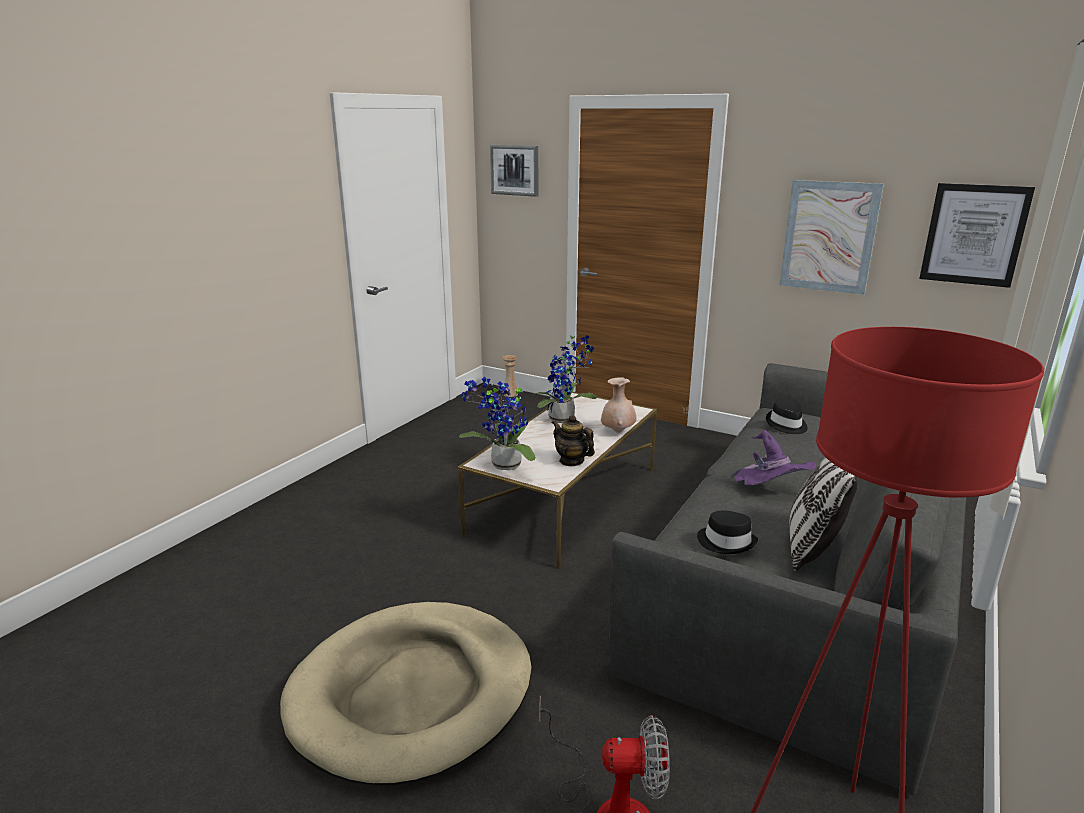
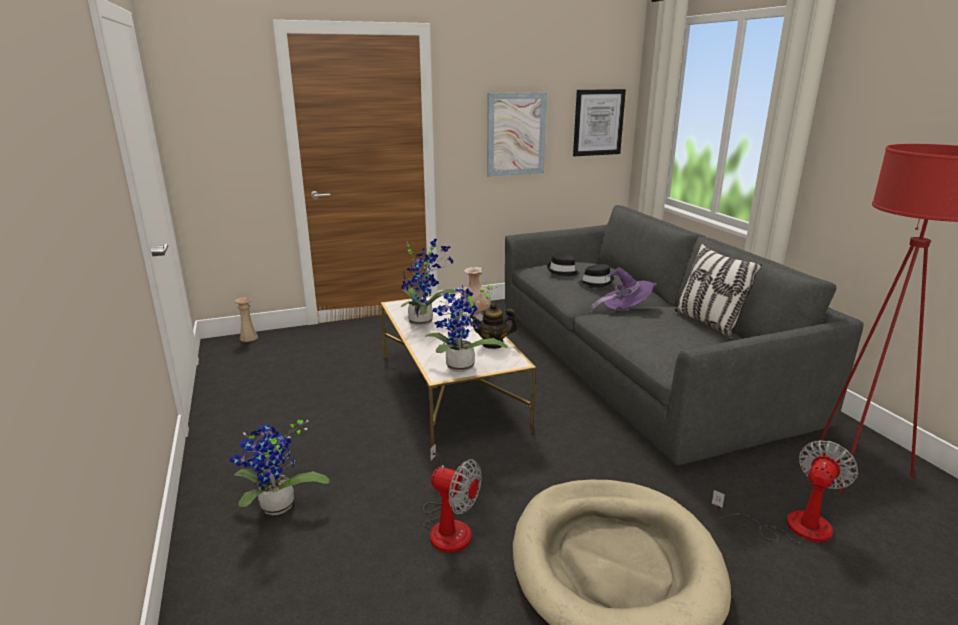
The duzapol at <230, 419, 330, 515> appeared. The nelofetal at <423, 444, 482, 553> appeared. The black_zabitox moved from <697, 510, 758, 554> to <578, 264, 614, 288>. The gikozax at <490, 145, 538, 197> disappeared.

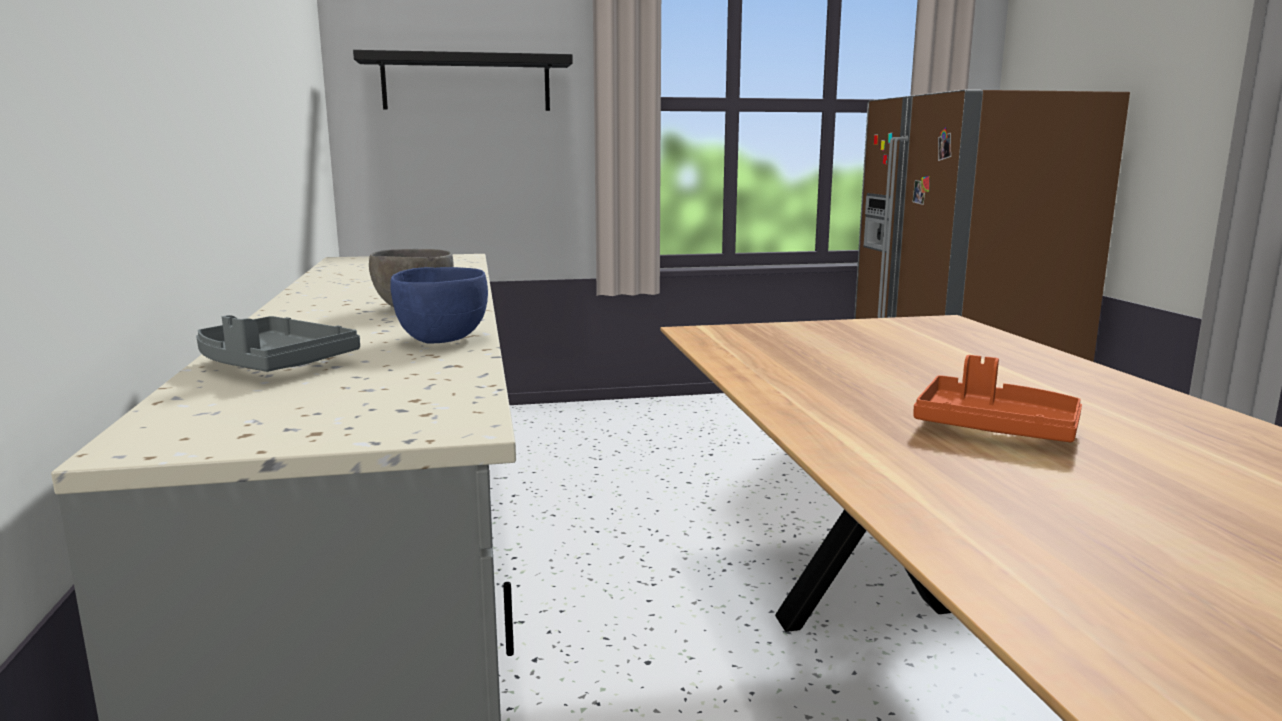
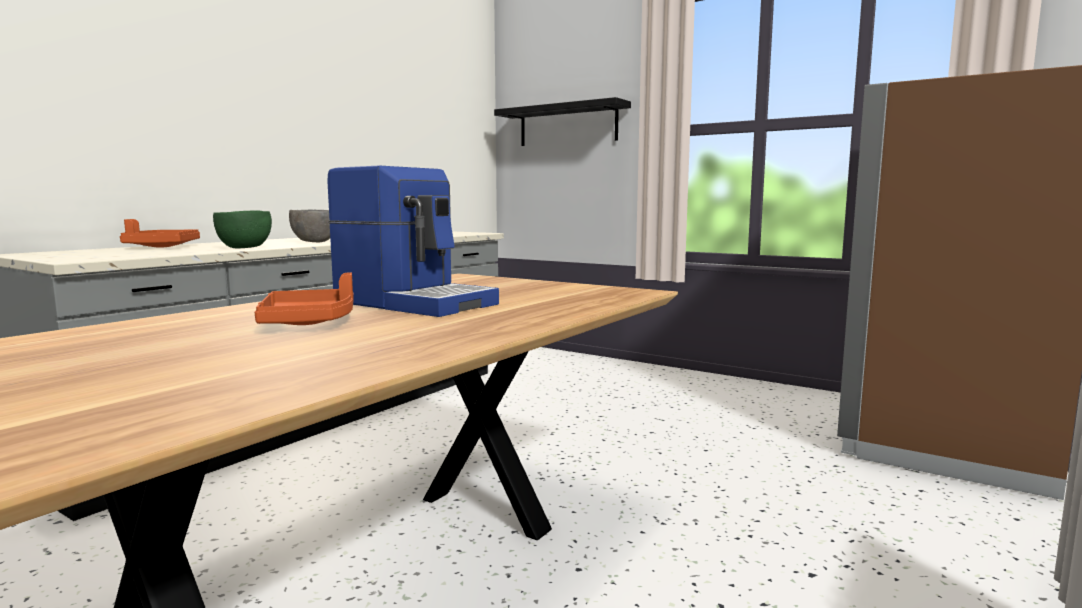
The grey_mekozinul at <196, 315, 360, 372> became the orange_mekozinul at <120, 219, 200, 247>. The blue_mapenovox at <390, 267, 488, 343> became the green_mapenovox at <213, 211, 272, 248>. The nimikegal at <327, 166, 499, 317> appeared.

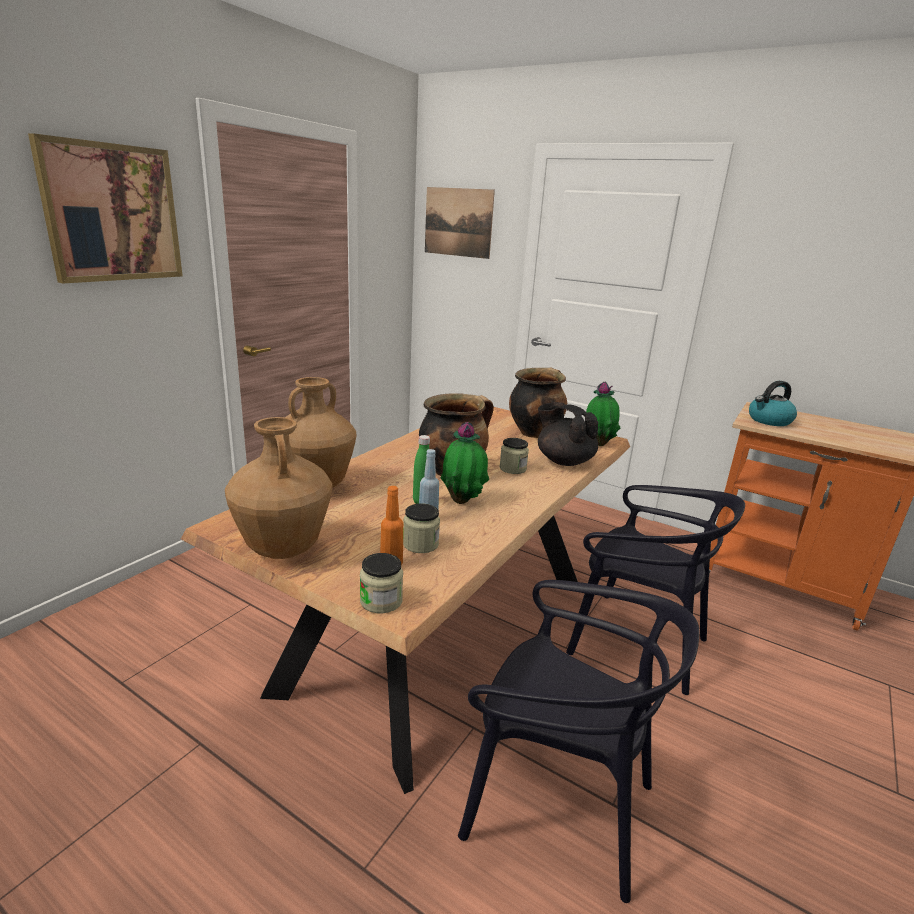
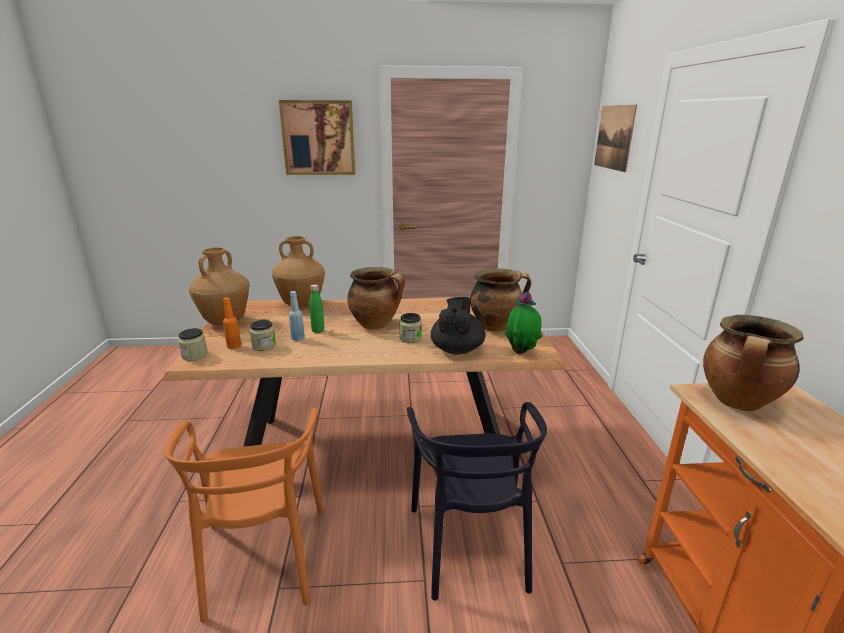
The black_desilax at <458, 580, 700, 903> became the orange_desilax at <165, 408, 324, 623>. The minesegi at <749, 381, 797, 426> was replaced by the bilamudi at <703, 315, 803, 411>. The duzapol at <441, 422, 489, 504> disappeared.

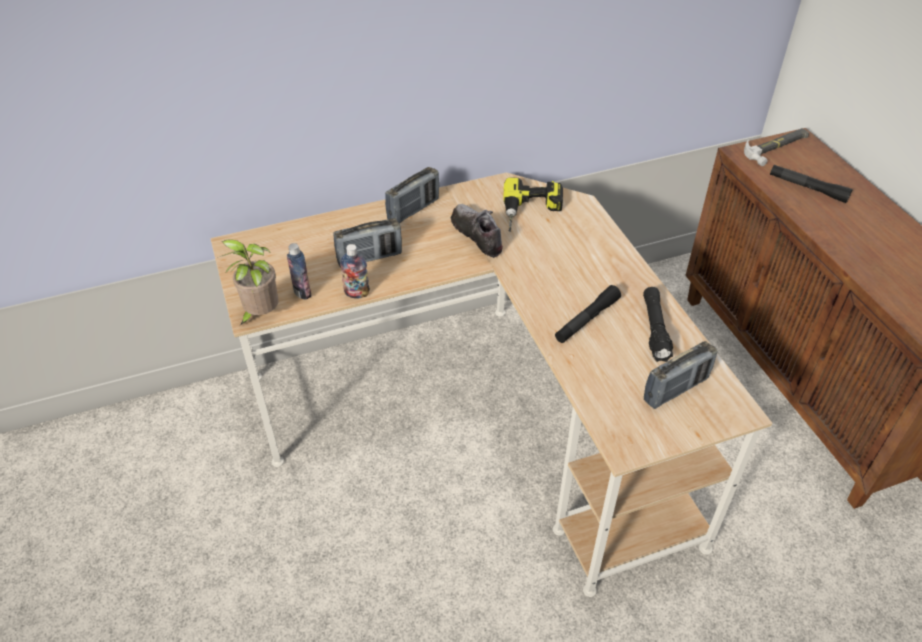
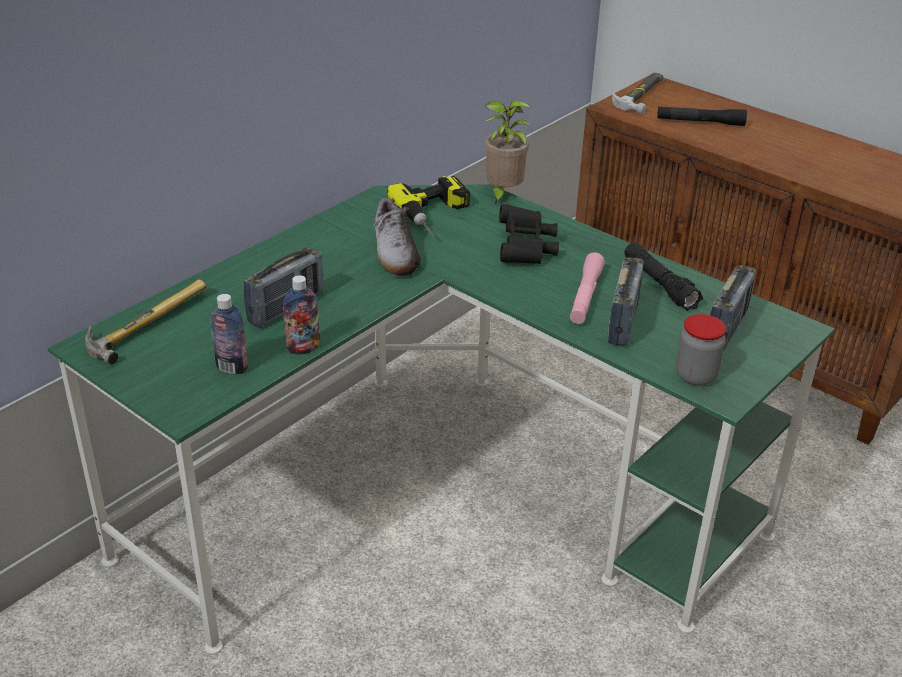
The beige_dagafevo at <210, 173, 772, 597> became the green_dagafevo at <48, 184, 835, 654>. The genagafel at <85, 279, 207, 365> appeared. The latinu at <451, 204, 503, 258> turned 135 degrees counterclockwise. The duzapol moved from <217, 239, 279, 325> to <484, 100, 532, 204>. The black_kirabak at <499, 204, 559, 264> appeared. The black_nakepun at <555, 285, 621, 343> became the pink_nakepun at <570, 252, 605, 324>. The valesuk moved from <385, 167, 439, 223> to <608, 257, 644, 346>. The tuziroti at <676, 314, 726, 386> appeared.

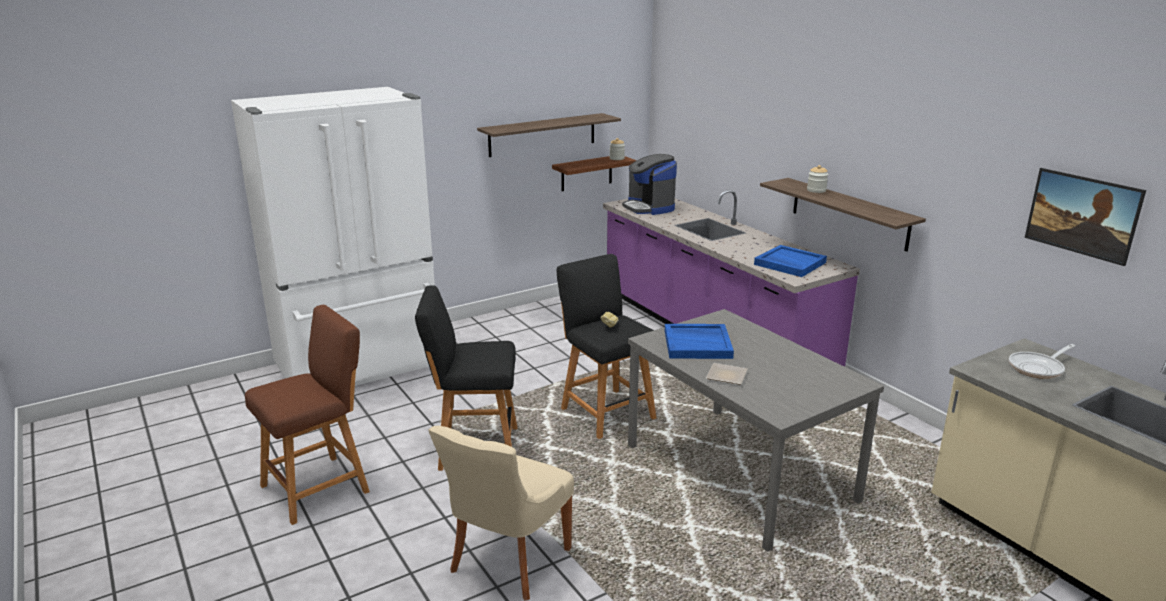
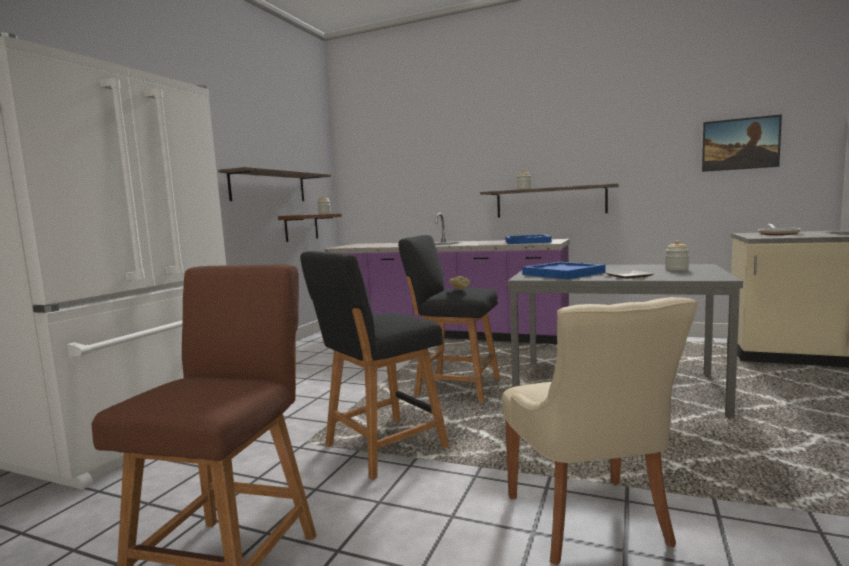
The tuziroti at <665, 241, 689, 271> appeared. The nimikegal at <622, 154, 677, 215> disappeared.

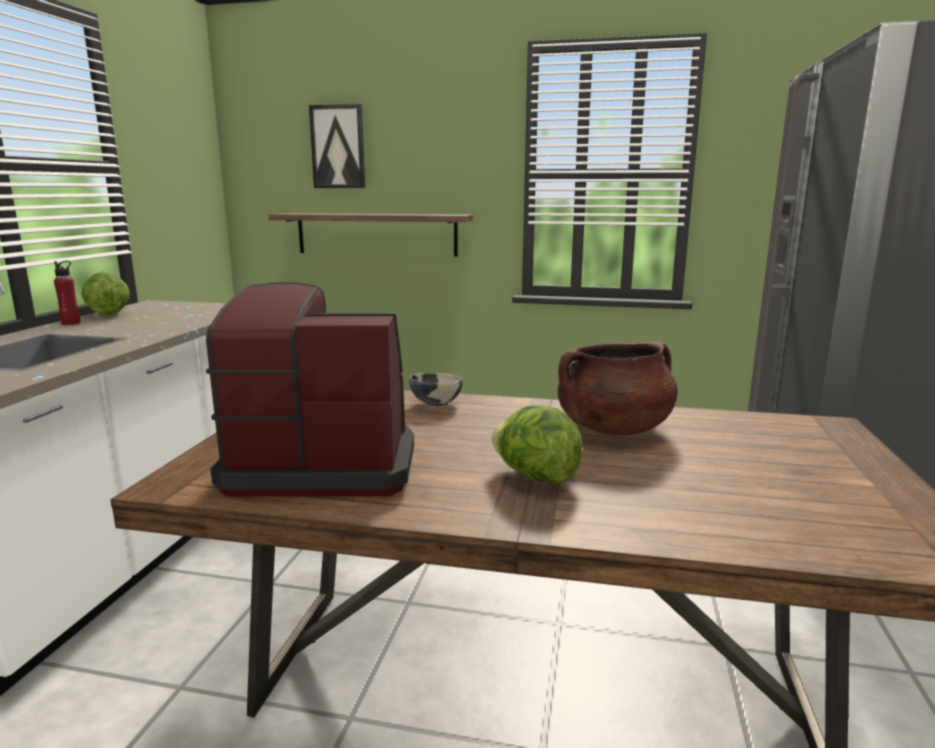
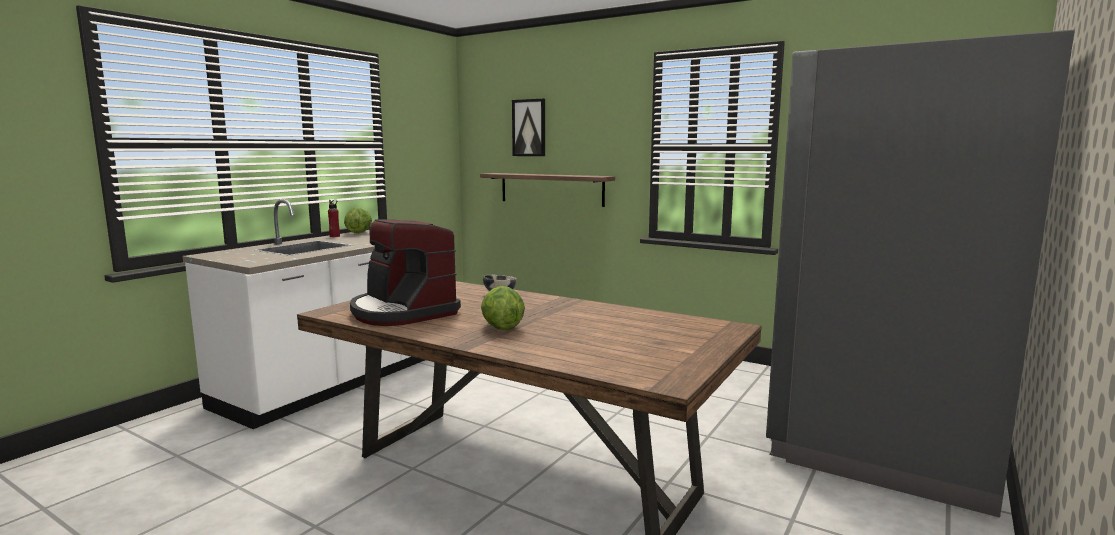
The nimikegal at <206, 282, 414, 497> turned 150 degrees counterclockwise. The brown_bilamudi at <558, 342, 678, 435> disappeared.

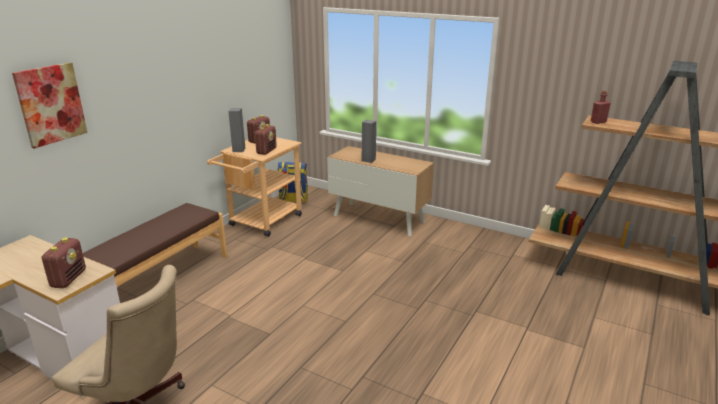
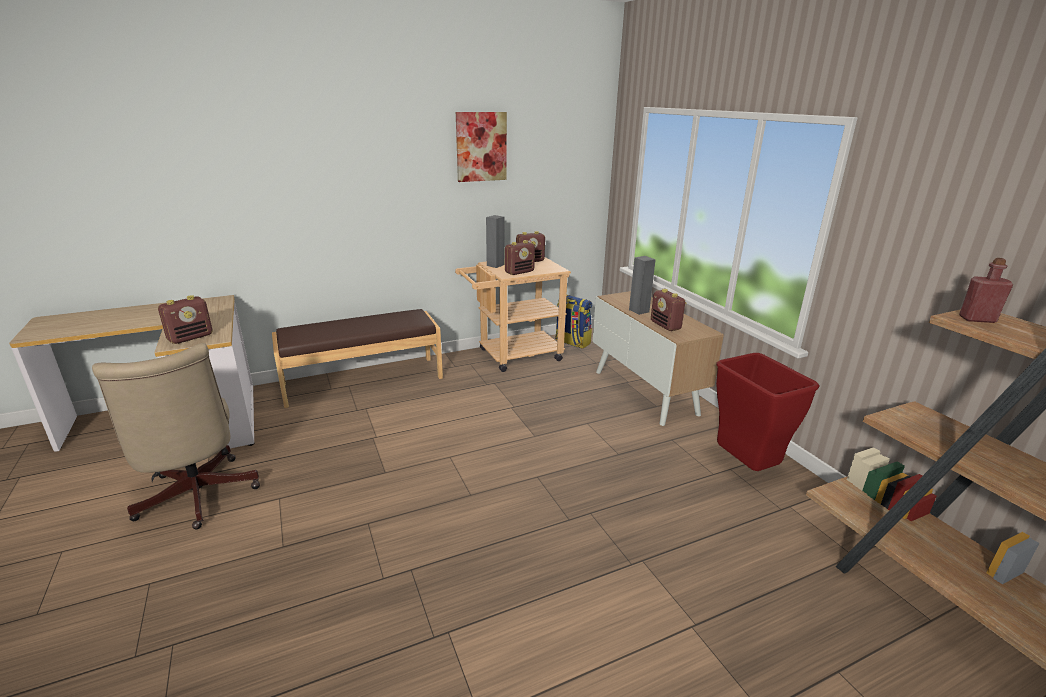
The gikozax moved from <12, 63, 88, 149> to <456, 112, 507, 182>. The valesuk at <651, 289, 686, 331> appeared. The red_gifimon at <716, 353, 820, 471> appeared.

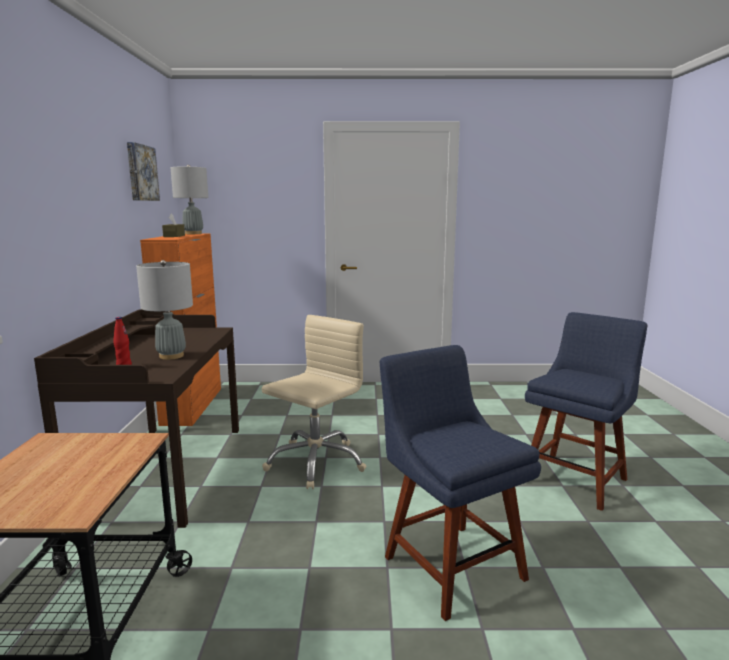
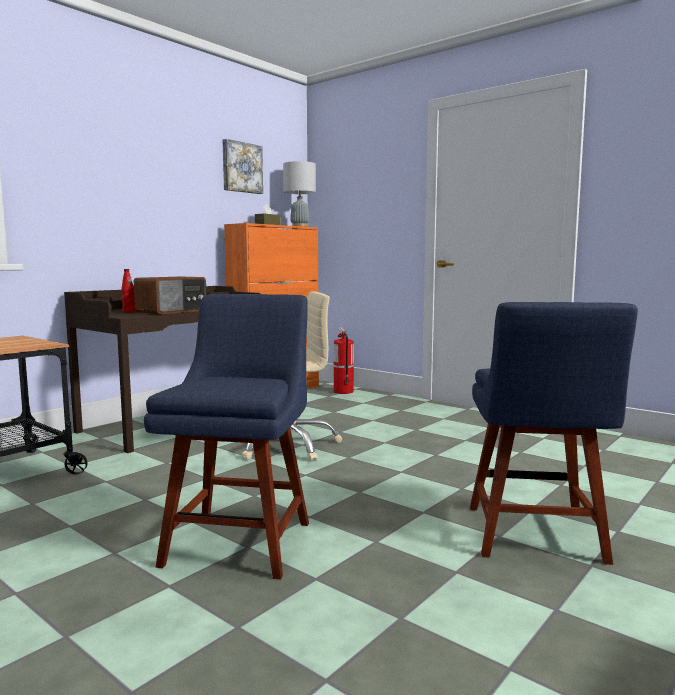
The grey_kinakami at <136, 260, 193, 360> was replaced by the valesuk at <134, 277, 206, 314>. The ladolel at <334, 327, 354, 394> appeared. The blue_desilax at <525, 312, 647, 511> turned 105 degrees clockwise.

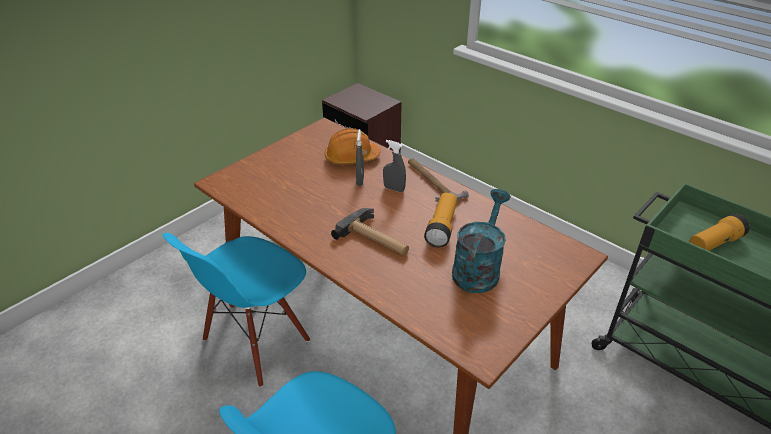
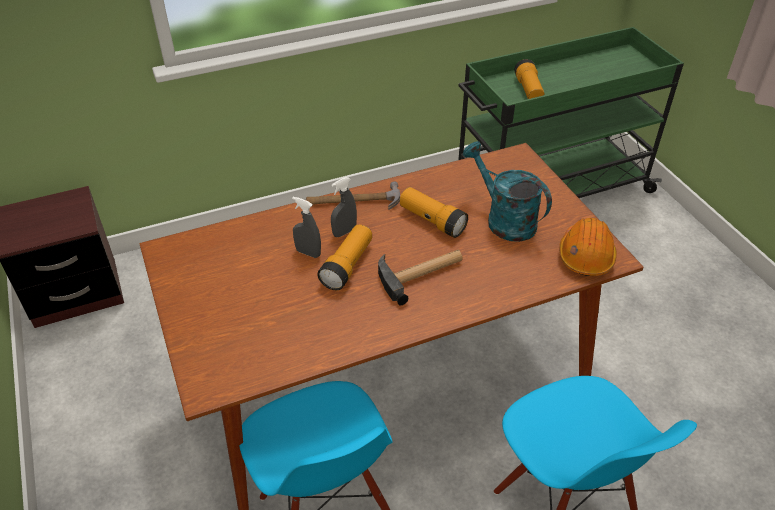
The nakepun at <317, 224, 372, 290> appeared. The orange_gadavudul moved from <325, 128, 380, 165> to <559, 218, 617, 276>.

